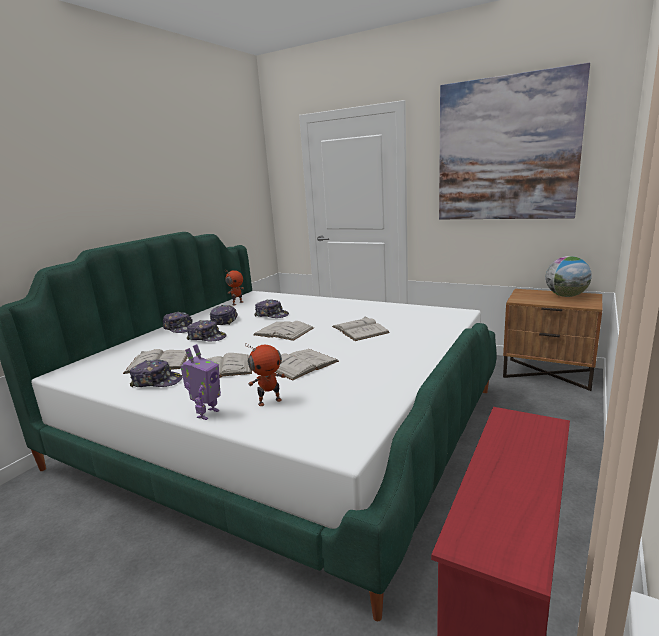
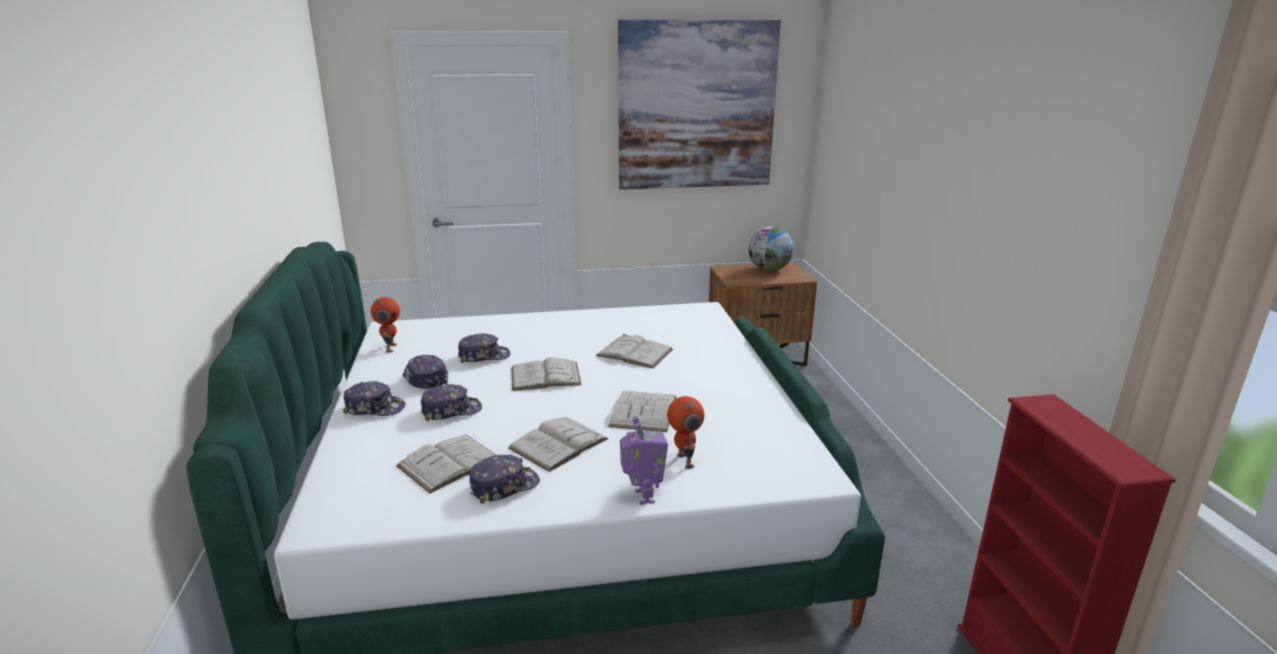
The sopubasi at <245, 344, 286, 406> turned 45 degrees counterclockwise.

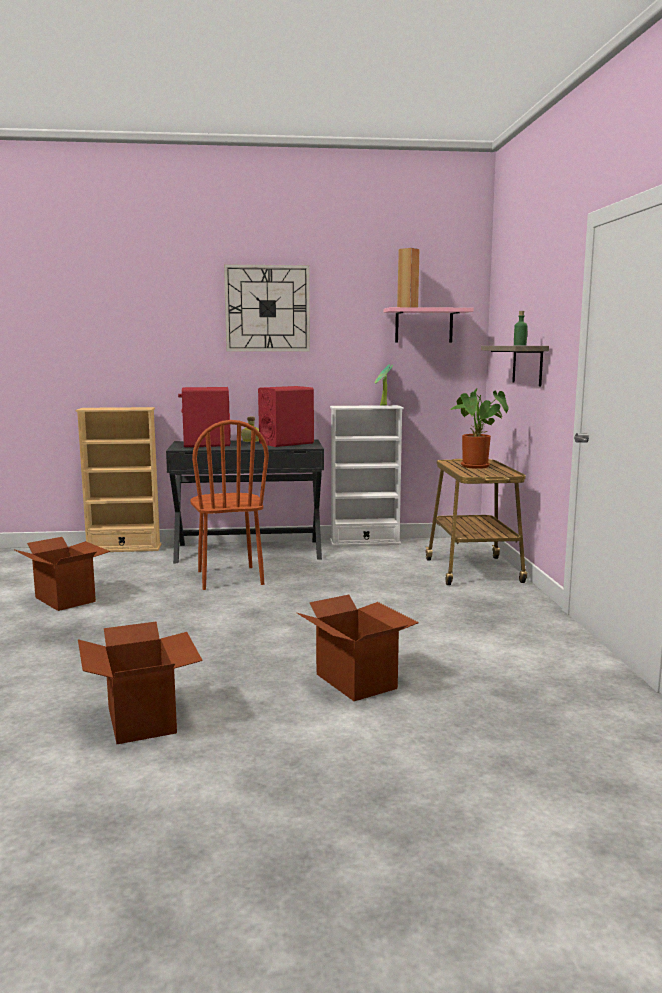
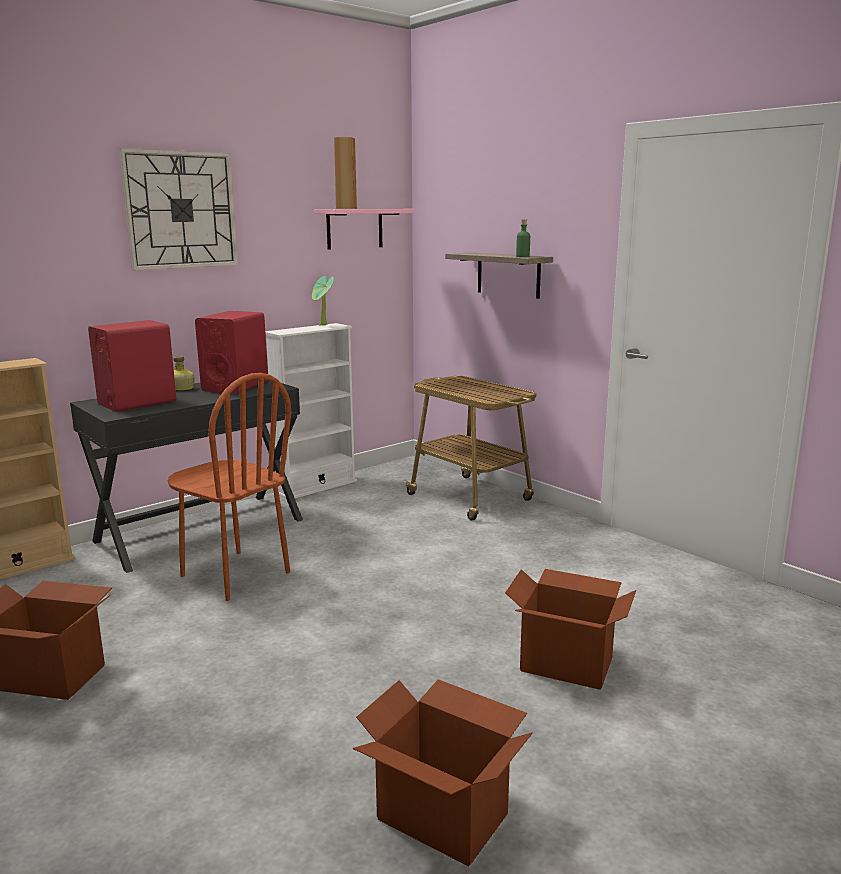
The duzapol at <450, 388, 509, 469> disappeared.

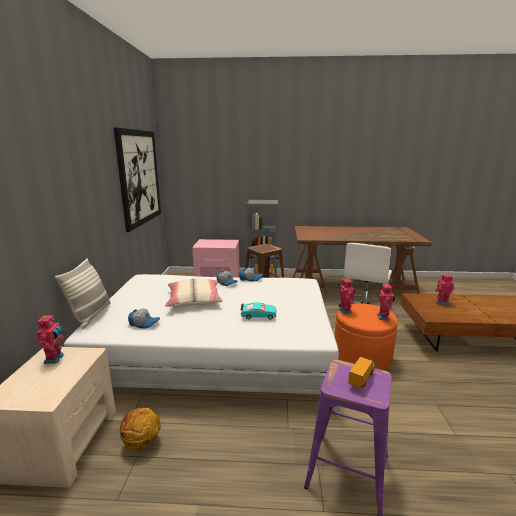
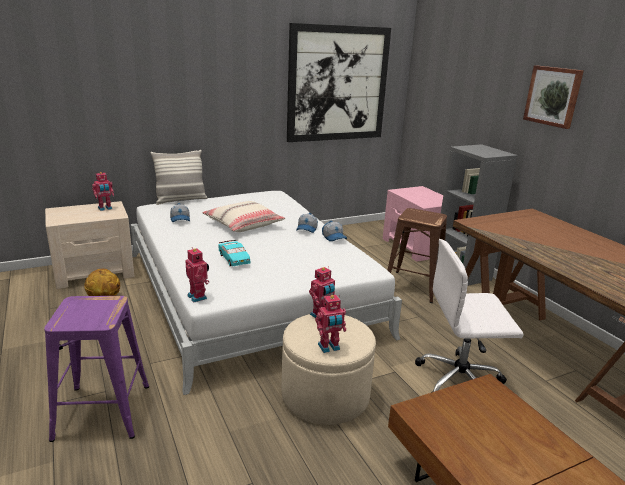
The sopubasi moved from <435, 274, 454, 305> to <185, 247, 209, 303>. The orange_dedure at <335, 303, 398, 370> became the beige_dedure at <281, 314, 376, 425>. The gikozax at <523, 65, 584, 129> appeared. The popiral at <348, 357, 375, 389> disappeared.

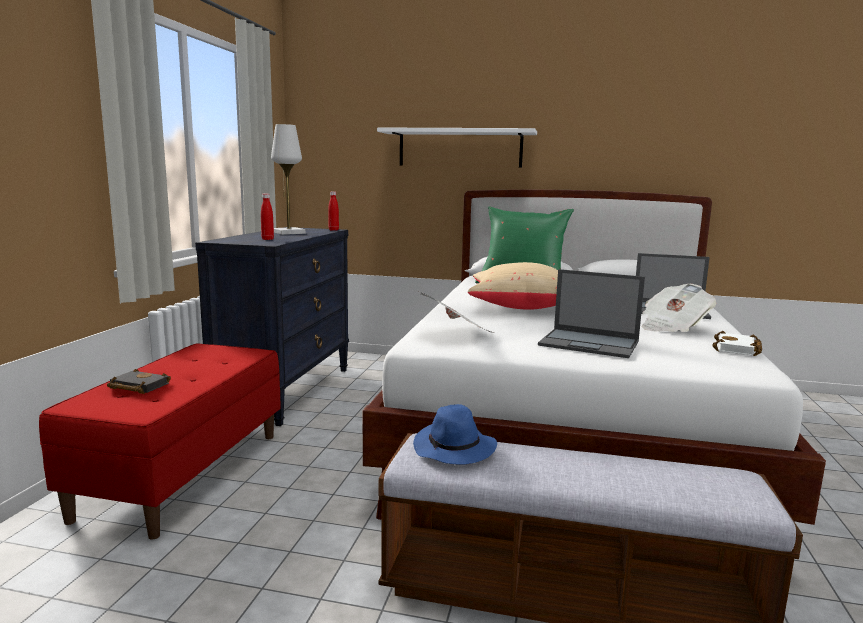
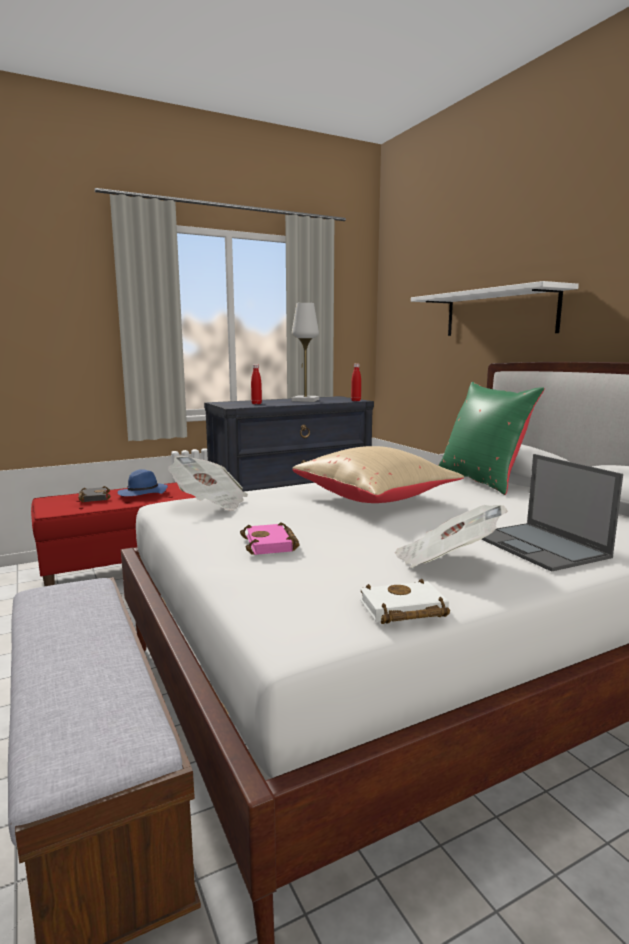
The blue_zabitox moved from <413, 404, 497, 465> to <118, 469, 168, 496>. The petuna at <538, 269, 645, 358> was replaced by the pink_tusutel at <240, 522, 300, 555>.

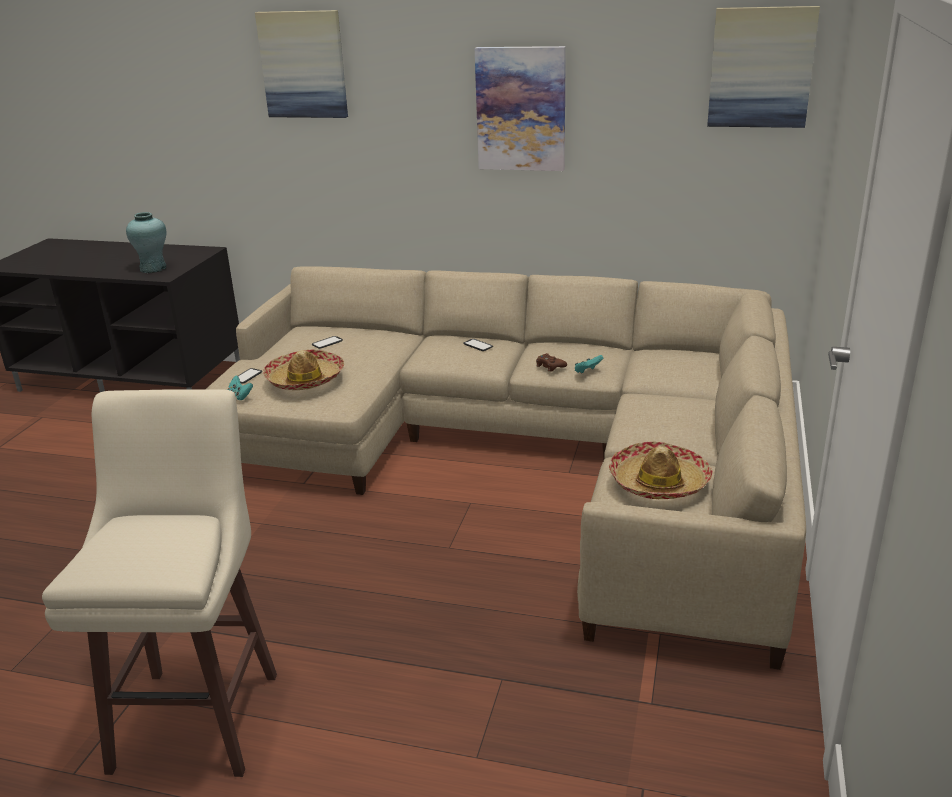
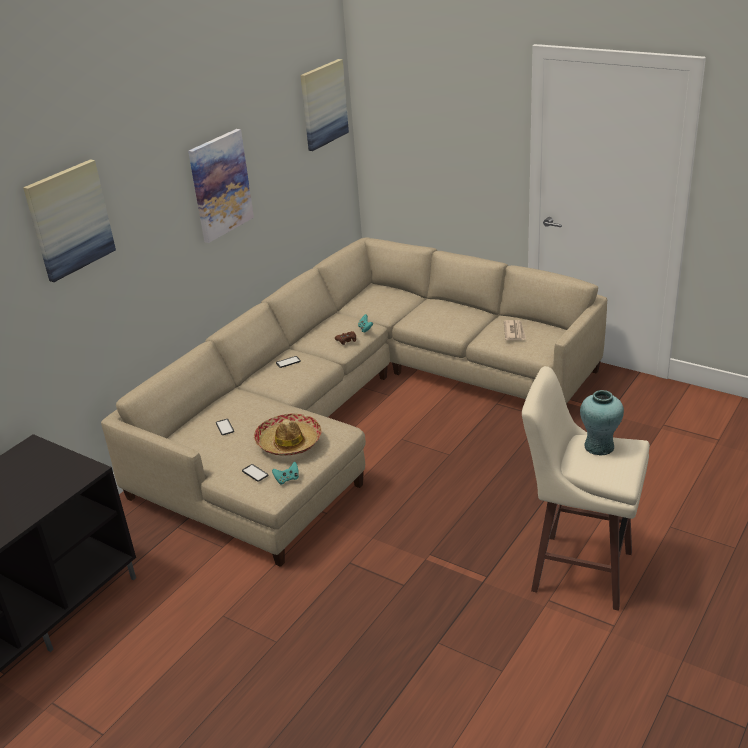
The zabitox at <609, 441, 712, 499> was replaced by the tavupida at <504, 320, 526, 340>. The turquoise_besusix moved from <126, 212, 167, 273> to <580, 390, 624, 456>.

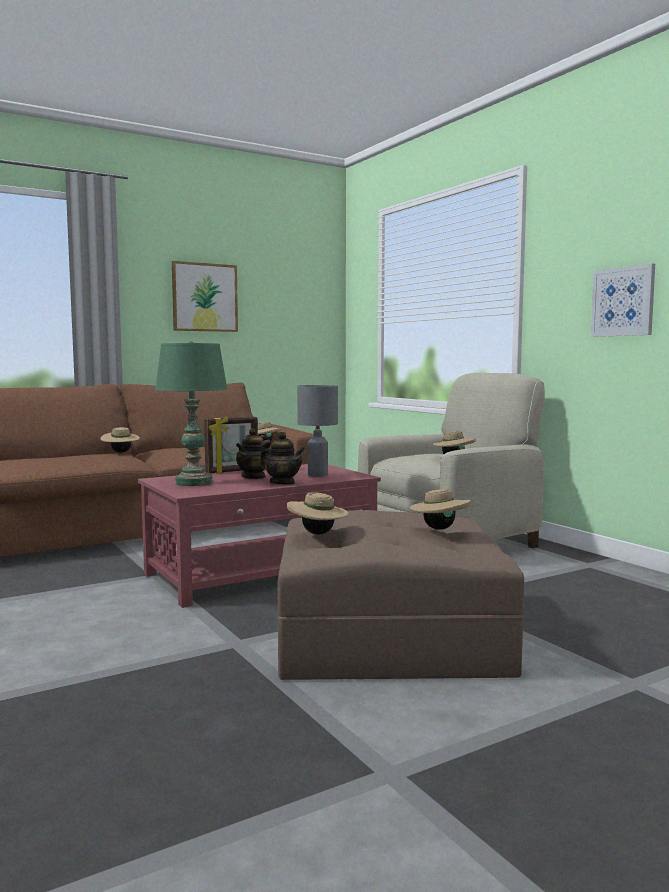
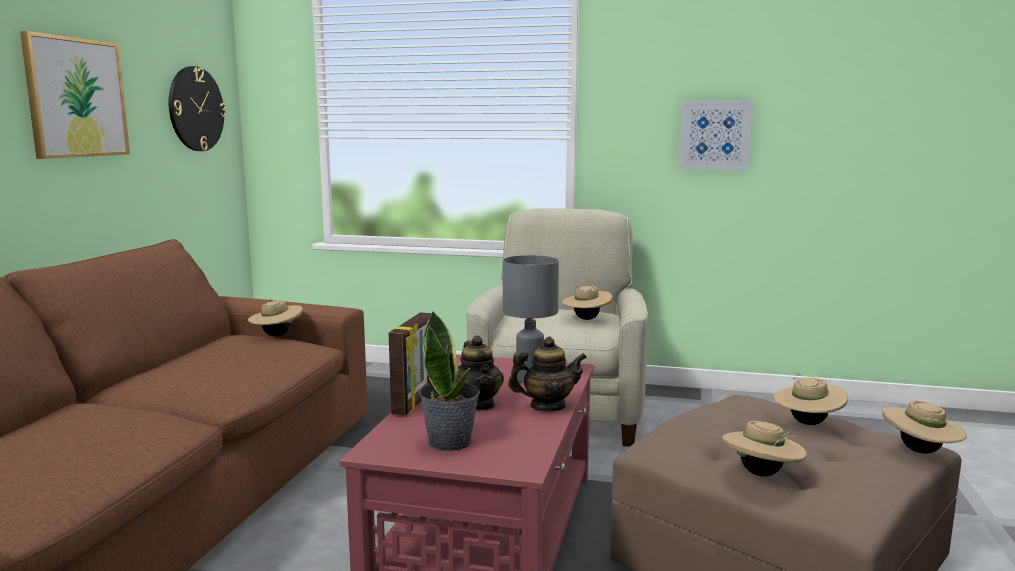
The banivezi at <169, 66, 226, 151> appeared. The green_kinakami at <155, 341, 228, 486> was replaced by the duzapol at <419, 311, 480, 451>. The beige_zabitox moved from <100, 427, 140, 453> to <882, 401, 967, 454>.

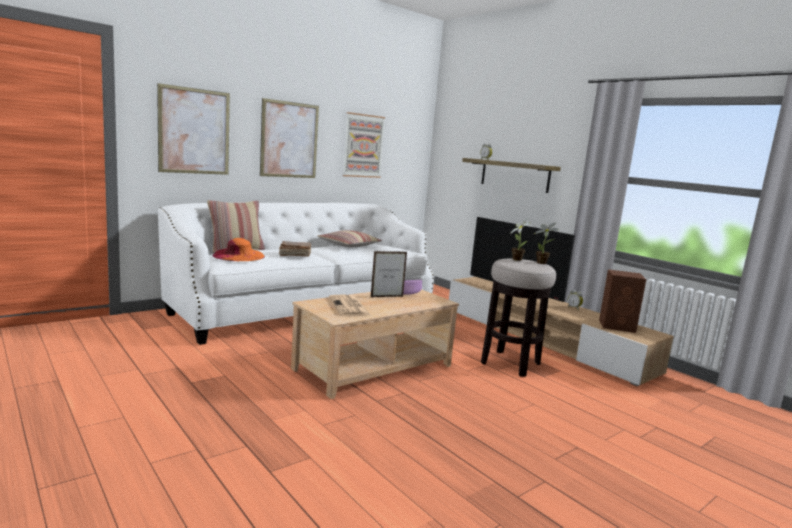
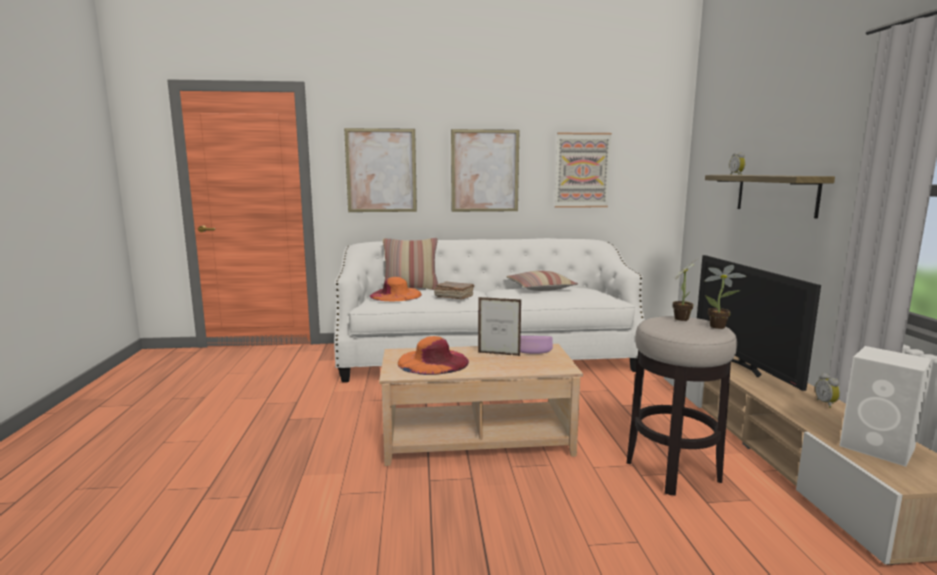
The tavupida at <329, 294, 371, 316> was replaced by the orange_zabitox at <398, 336, 469, 375>. The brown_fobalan at <599, 269, 646, 333> became the white_fobalan at <839, 346, 932, 467>.

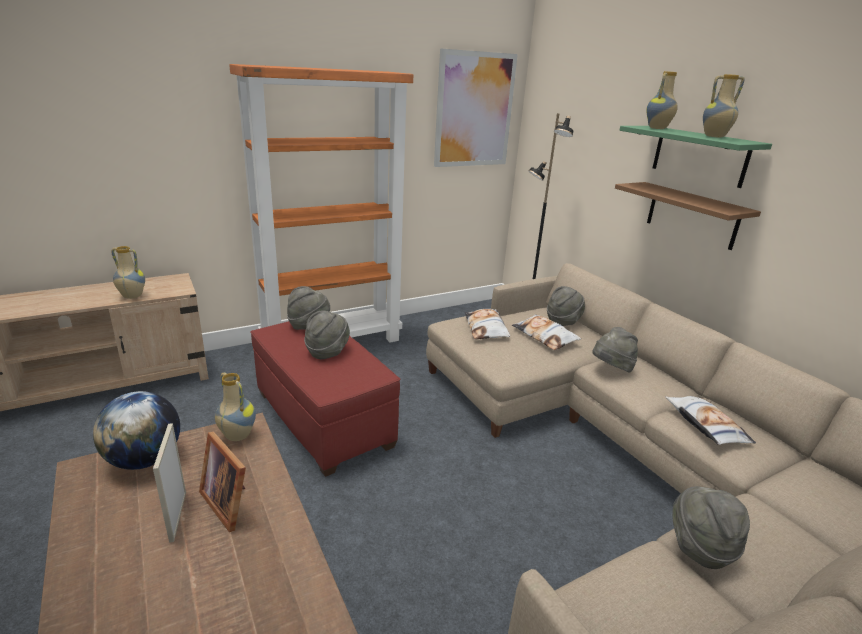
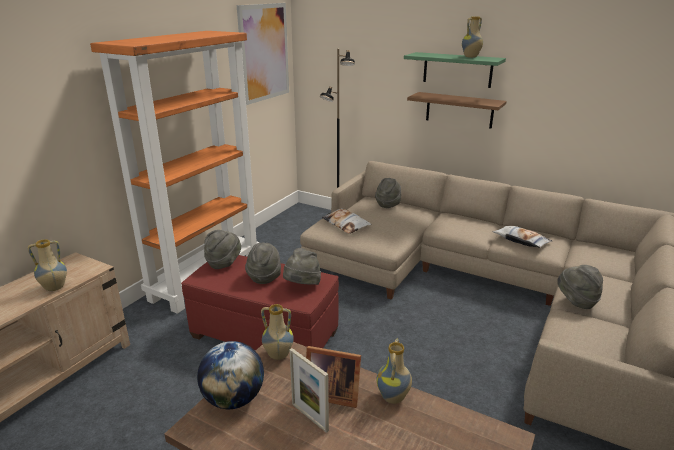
The grey_zabitox moved from <592, 327, 638, 373> to <283, 248, 321, 285>. The besusix moved from <646, 71, 678, 129> to <377, 339, 412, 404>. The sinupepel at <512, 314, 581, 350> disappeared.

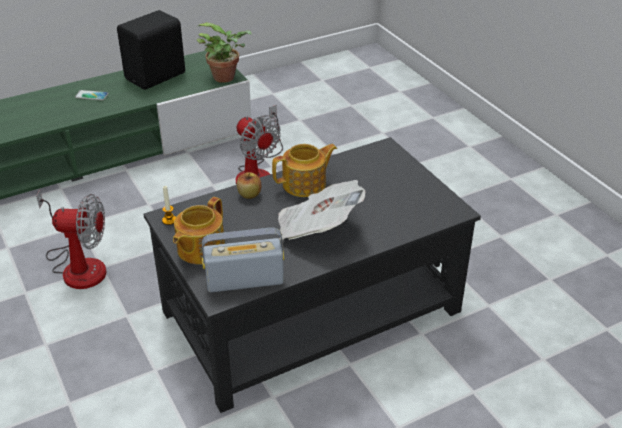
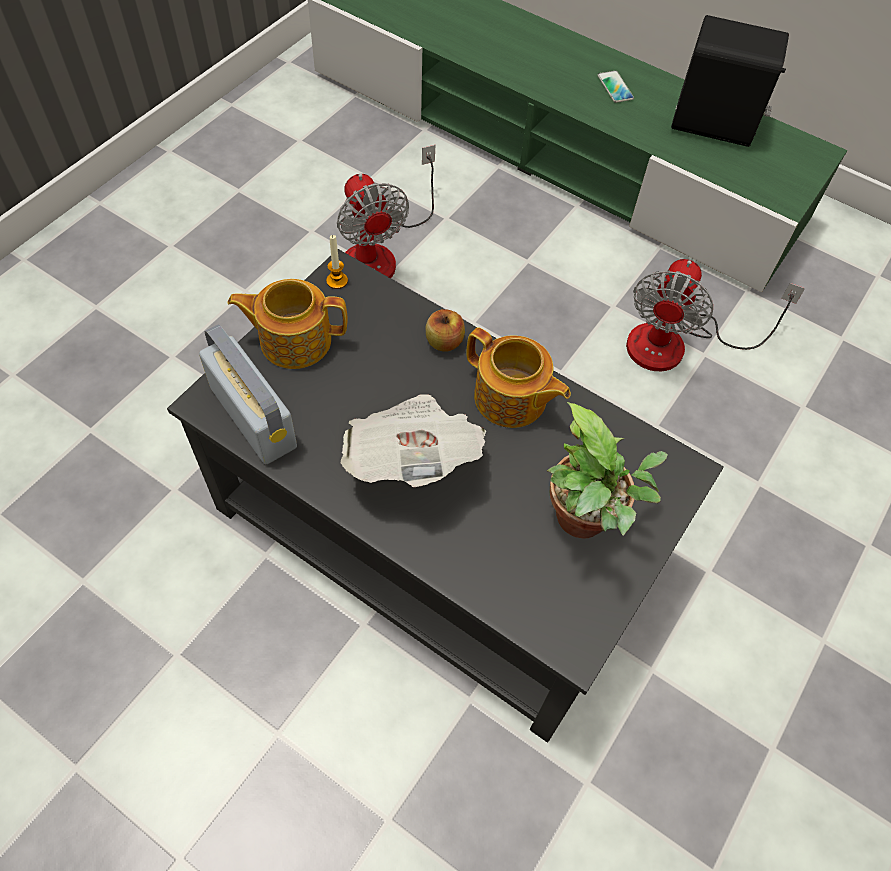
The duzapol moved from <197, 22, 252, 83> to <547, 402, 668, 539>.

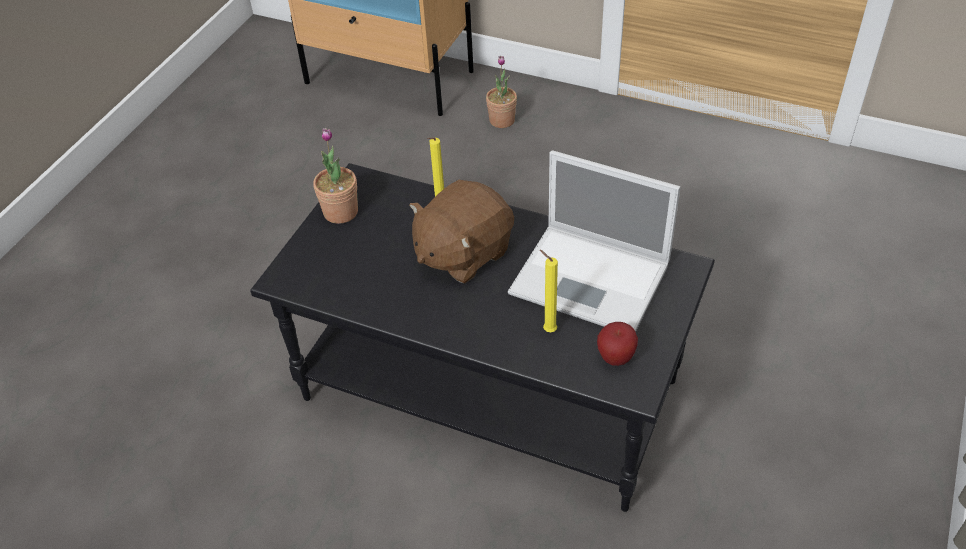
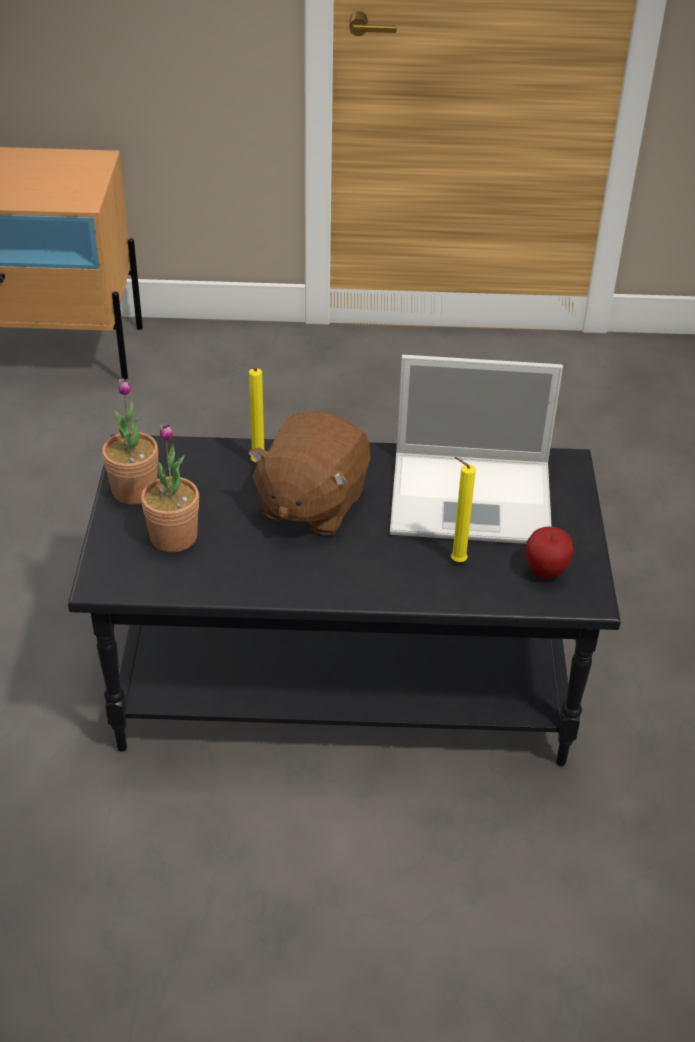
The duzapol moved from <486, 56, 517, 128> to <141, 423, 199, 552>.

